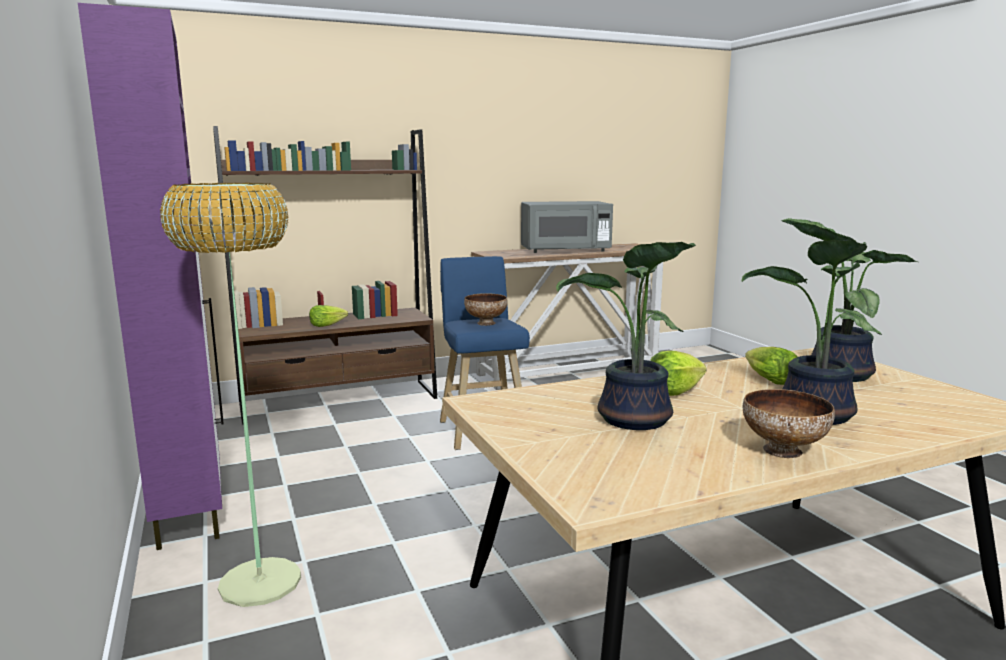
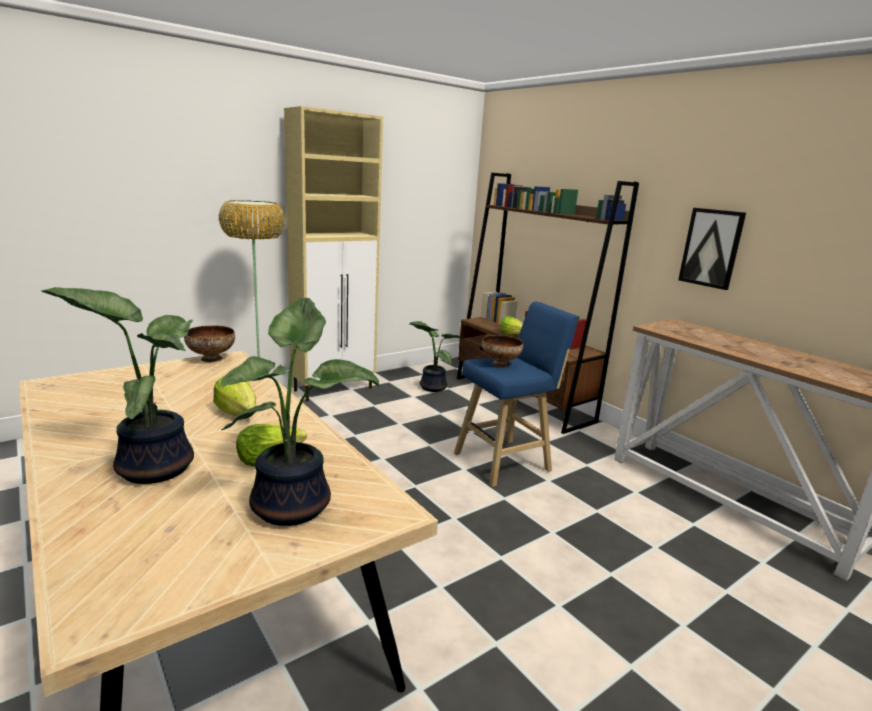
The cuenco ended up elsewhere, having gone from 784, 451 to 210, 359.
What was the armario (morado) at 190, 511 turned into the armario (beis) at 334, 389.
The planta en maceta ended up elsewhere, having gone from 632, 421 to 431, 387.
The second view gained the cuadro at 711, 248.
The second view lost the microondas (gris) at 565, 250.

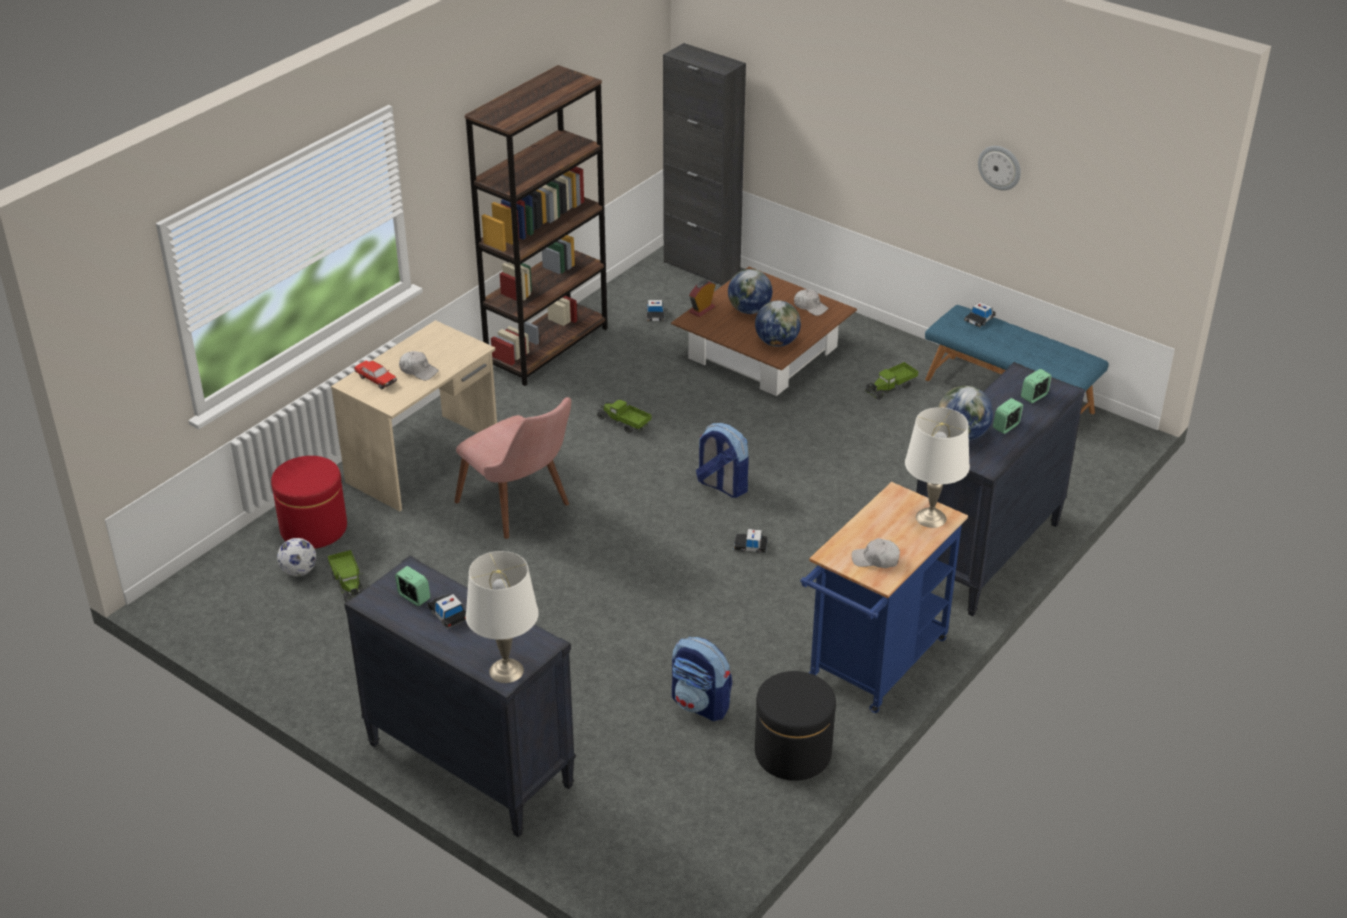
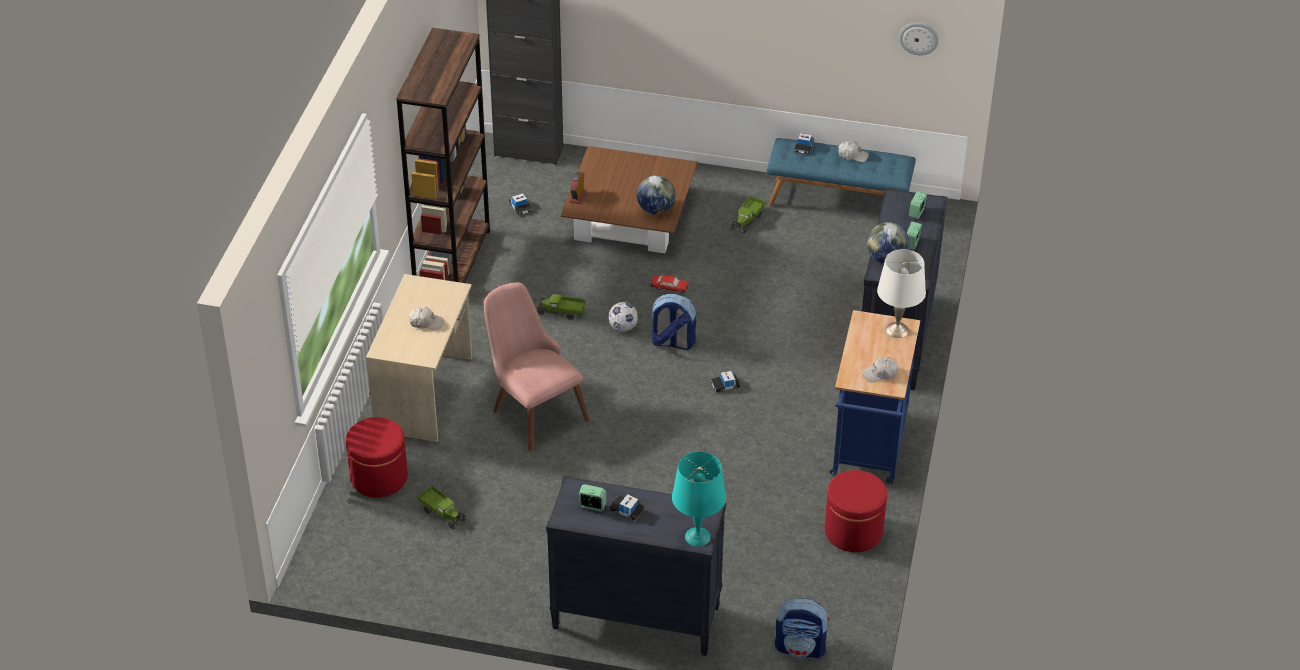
The silla (rosa) at 522, 509 ended up facing another way, 150 degrees counterclockwise from before.
The balón de fútbol ended up elsewhere, having gone from 299, 571 to 622, 327.
The coche de juguete ended up elsewhere, having gone from 376, 379 to 669, 288.
What was the lámpara de mesa (blanco) at 507, 670 turned into the lámpara de mesa (turquesa) at 698, 536.
The mochila ended up elsewhere, having gone from 701, 704 to 801, 647.
What was the puf (negro) at 793, 753 turned into the puf (rojo) at 853, 531.
The gorra (blanco) ended up elsewhere, having gone from 810, 307 to 852, 155.
The reloj de pared ended up elsewhere, having gone from 1000, 167 to 918, 38.
The second view lost the globo terráqueo at 749, 310.

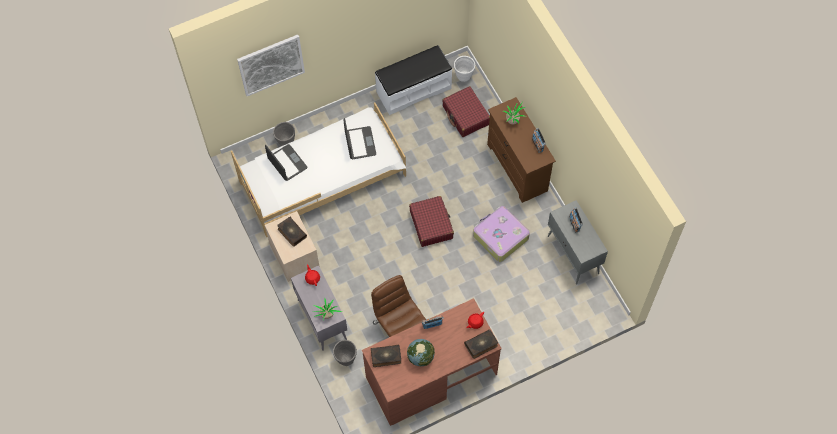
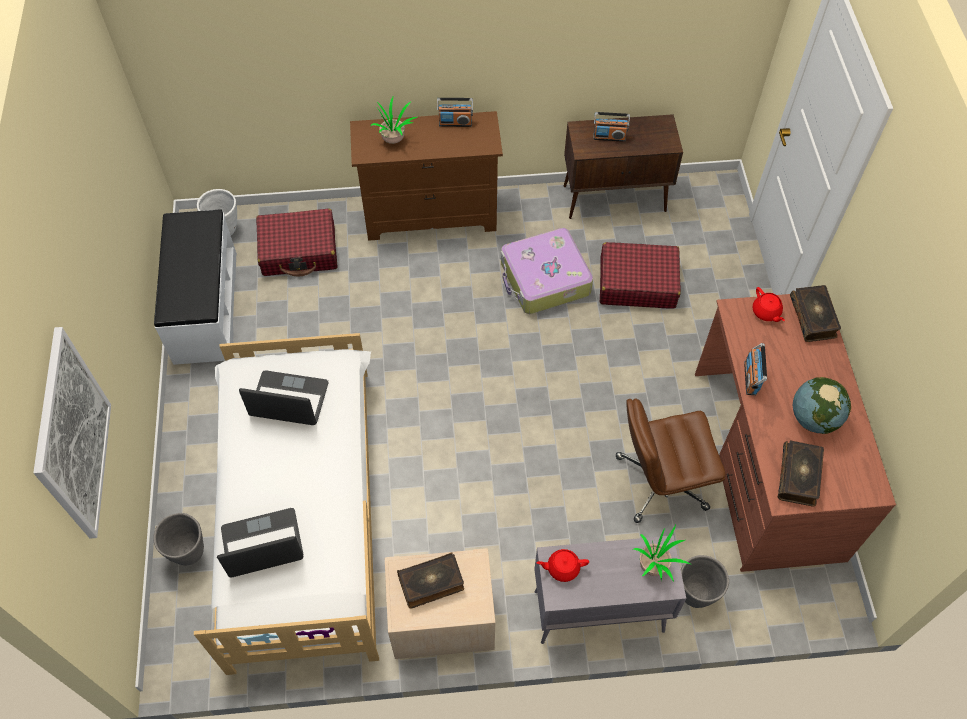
What was the armario (gris) at 573, 255 turned into the armario (marrón) at 615, 198.
The maleta (rojo) ended up elsewhere, having gone from 431, 224 to 637, 283.

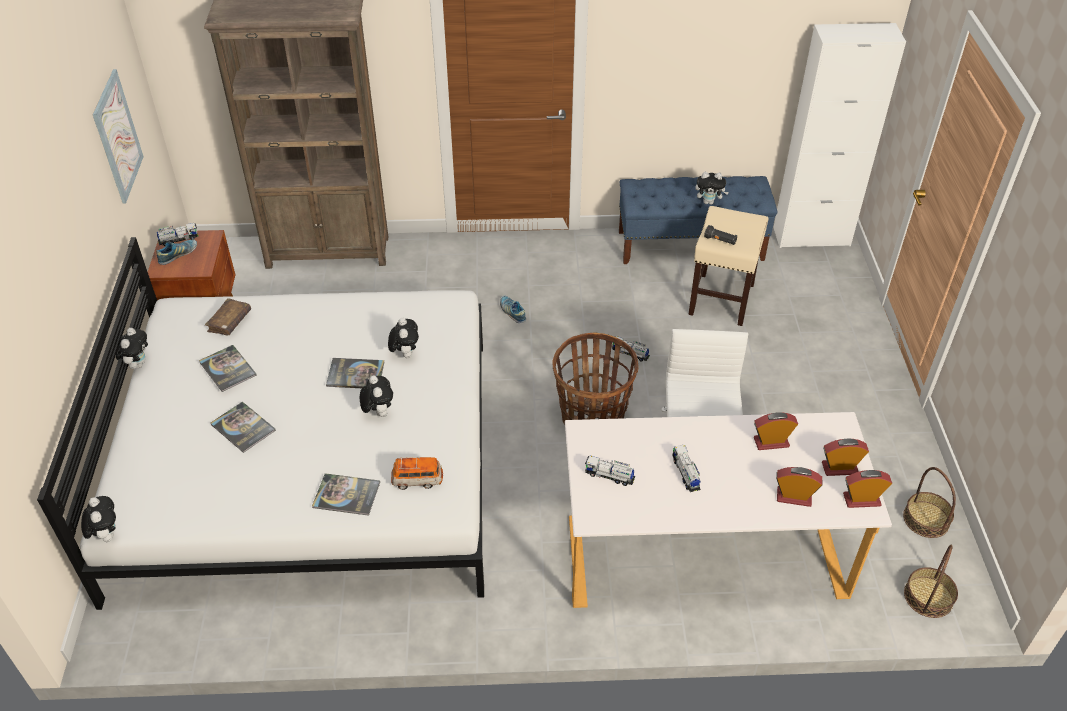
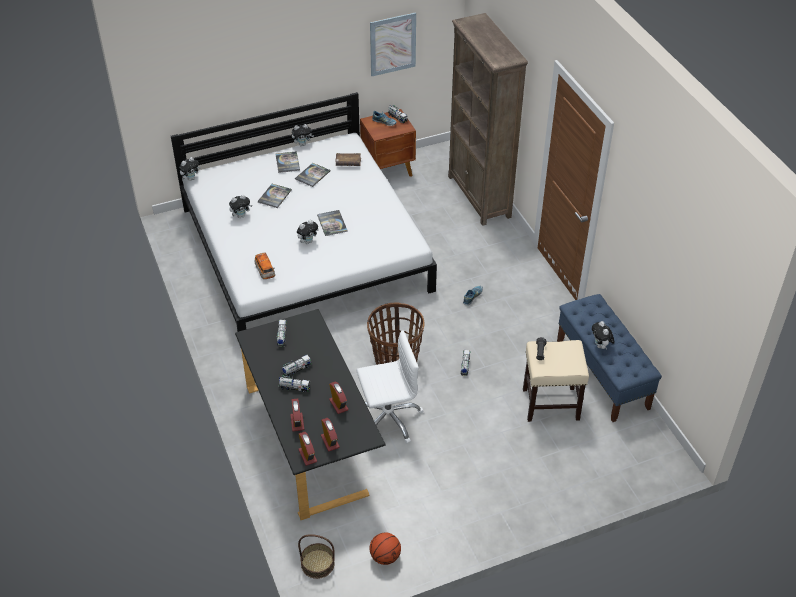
The peluche ended up elsewhere, having gone from 405, 354 to 241, 216.
What was the escritorio (blanco) at 704, 550 turned into the escritorio (negro) at 311, 439.
The libro ended up elsewhere, having gone from 346, 495 to 287, 162.
The second view gained the camión de juguete at 294, 387.
Where the cesta stood at 926, 519, the balón de baloncesto came to stand at 385, 556.
The second view lost the armario (blanco) at 811, 236.

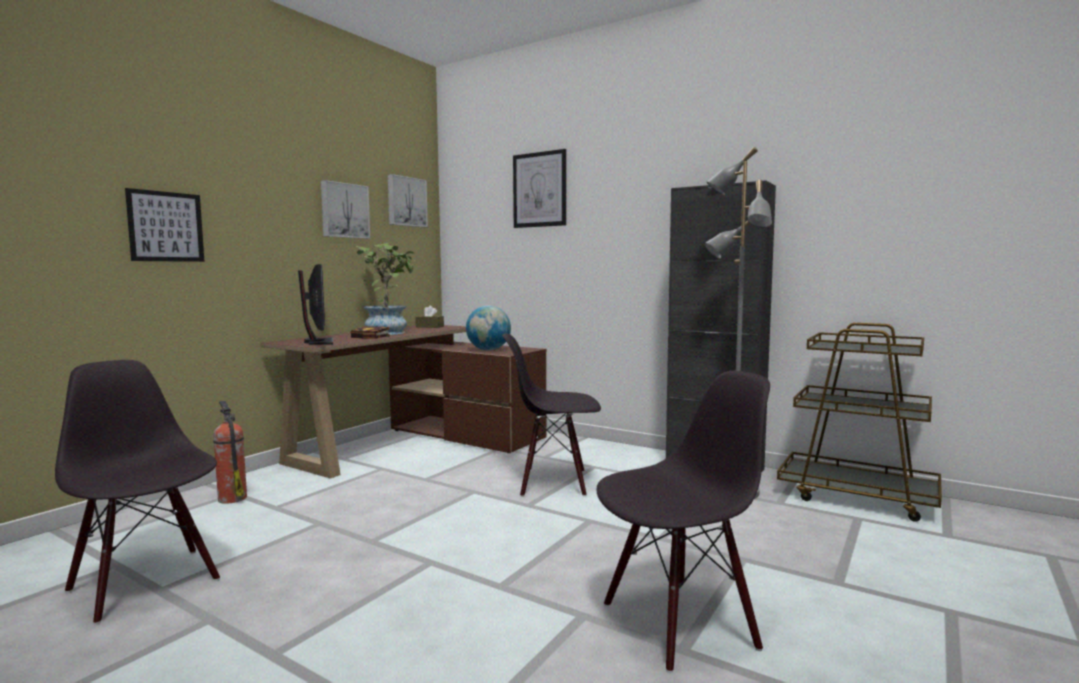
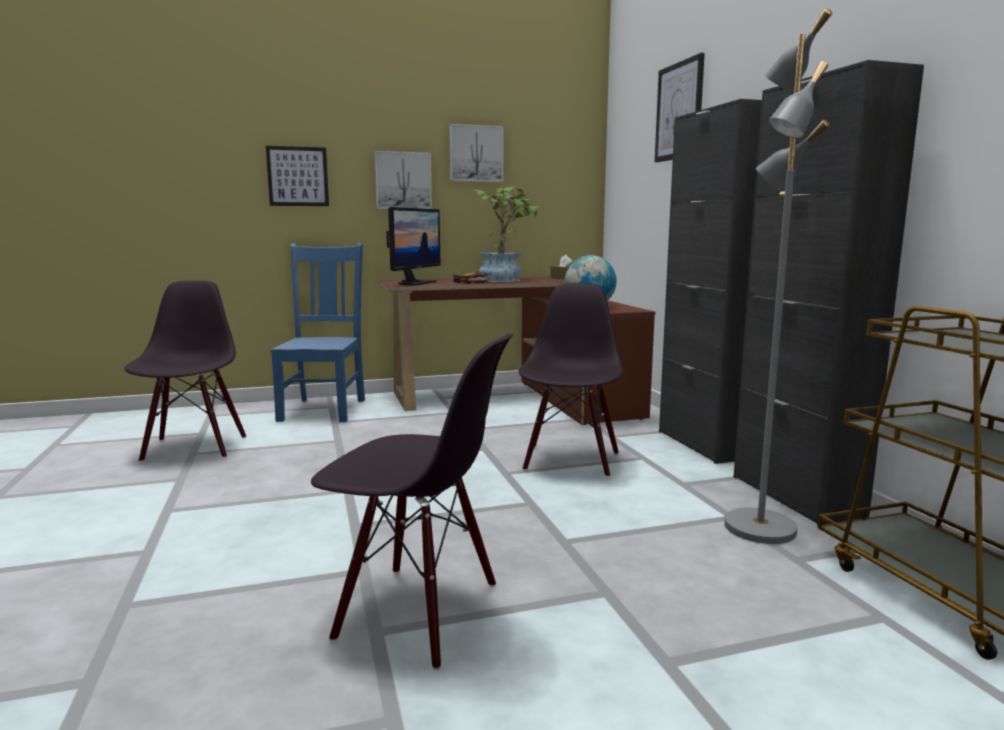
Where the extintor stood at 232, 498, the silla (azul) came to stand at 324, 409.
The cuadro ended up elsewhere, having gone from 406, 202 to 403, 181.
The silla (negro) at 553, 482 ended up facing another way, 60 degrees clockwise from before.
The second view gained the armario (negro) at 704, 444.

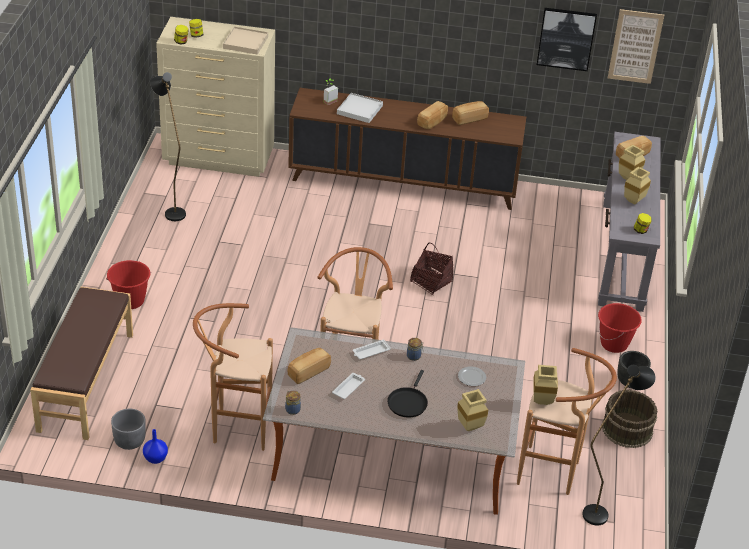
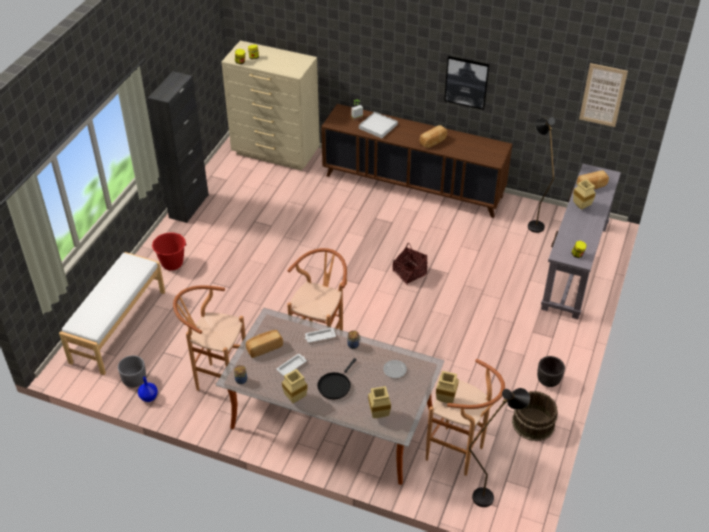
What was the banco (marrón) at 85, 381 turned into the banco (blanco) at 118, 326.
The second view gained the armario (negro) at 189, 206.
The florero (beis) ended up elsewhere, having gone from 633, 200 to 296, 397.
The cuadro ended up elsewhere, having gone from 566, 38 to 467, 82.
The lámpara de pie (negro) ended up elsewhere, having gone from 171, 210 to 533, 223.
The second view lost the bandeja (beis) at 245, 42.
The second view lost the pan at 469, 118.
The second view lost the cubo (rojo) at 614, 344.

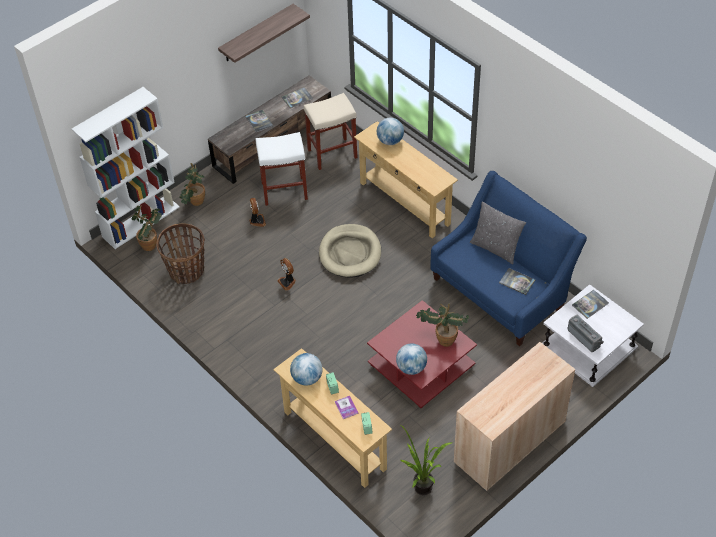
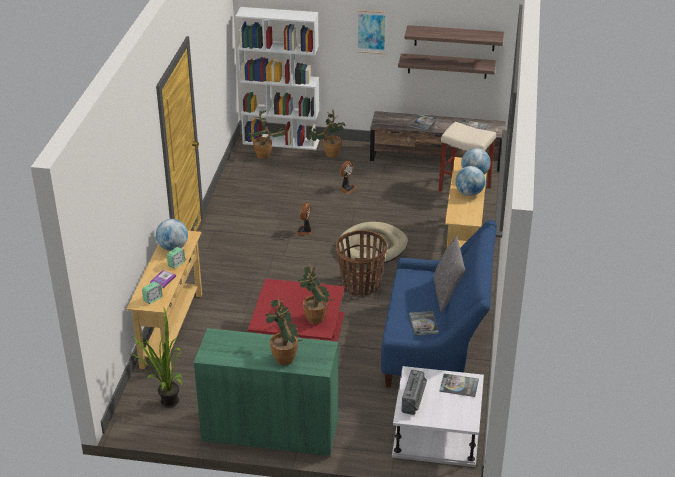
What was the armario (beis) at 509, 442 turned into the armario (verde) at 270, 431.
The second view gained the planta en maceta at 285, 355.
The cesta ended up elsewhere, having gone from 186, 271 to 361, 285.
The second view gained the cuadro at 371, 32.
The second view gained the estante at 447, 66.
The globo terráqueo ended up elsewhere, having gone from 411, 368 to 469, 193.
The second view lost the taburete (blanco) at 285, 190.

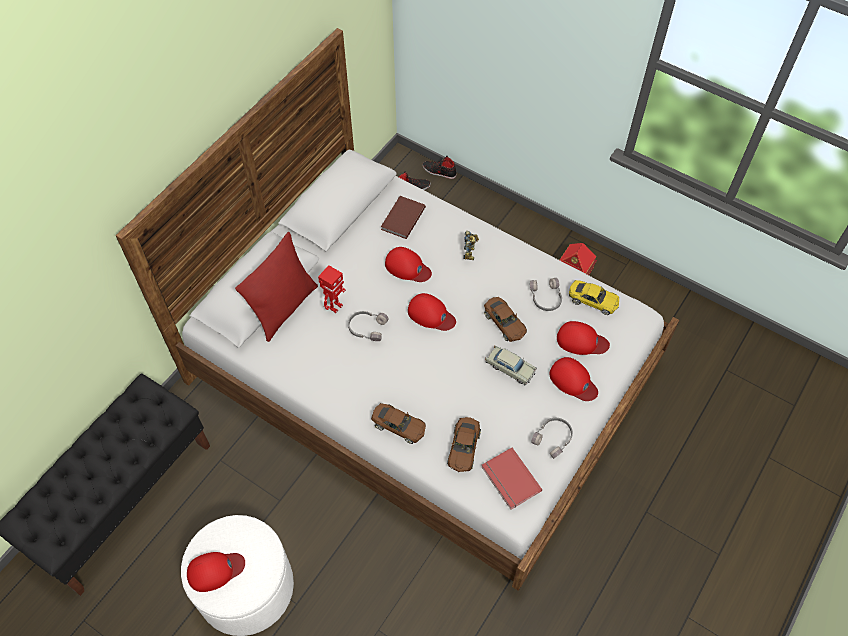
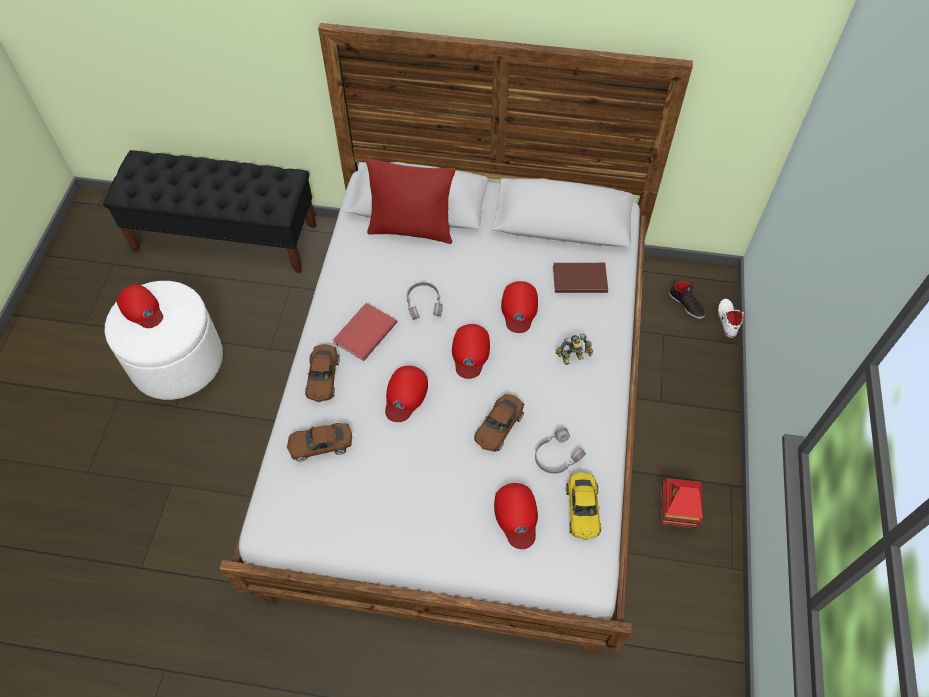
The libro (rojo) ended up elsewhere, having gone from 509, 480 to 363, 332.
The gorra (rojo) ended up elsewhere, having gone from 573, 381 to 405, 395.
What was the zapato (negro) at 439, 171 turned into the zapato (blanco) at 726, 319.
The second view lost the robot de juguete at 335, 306.
The second view lost the coche de juguete (beis) at 510, 368.
The second view lost the auriculares (gris) at 553, 438.

